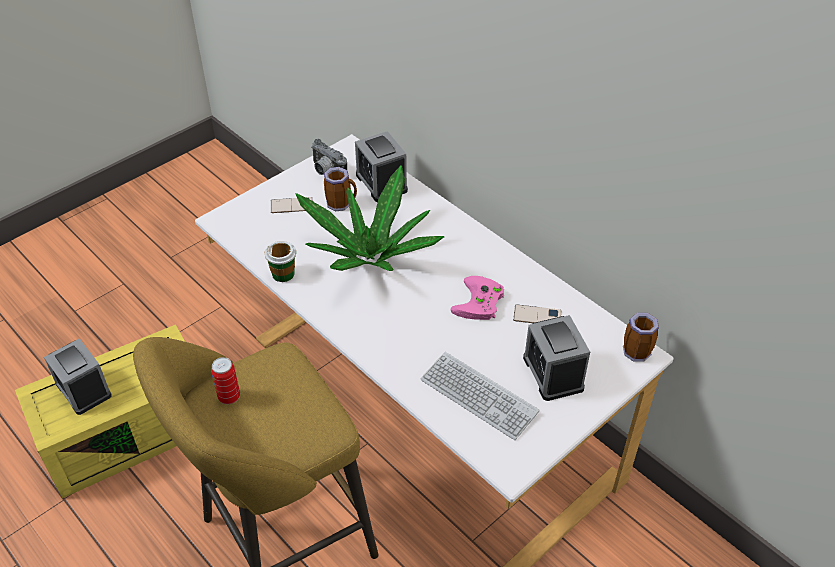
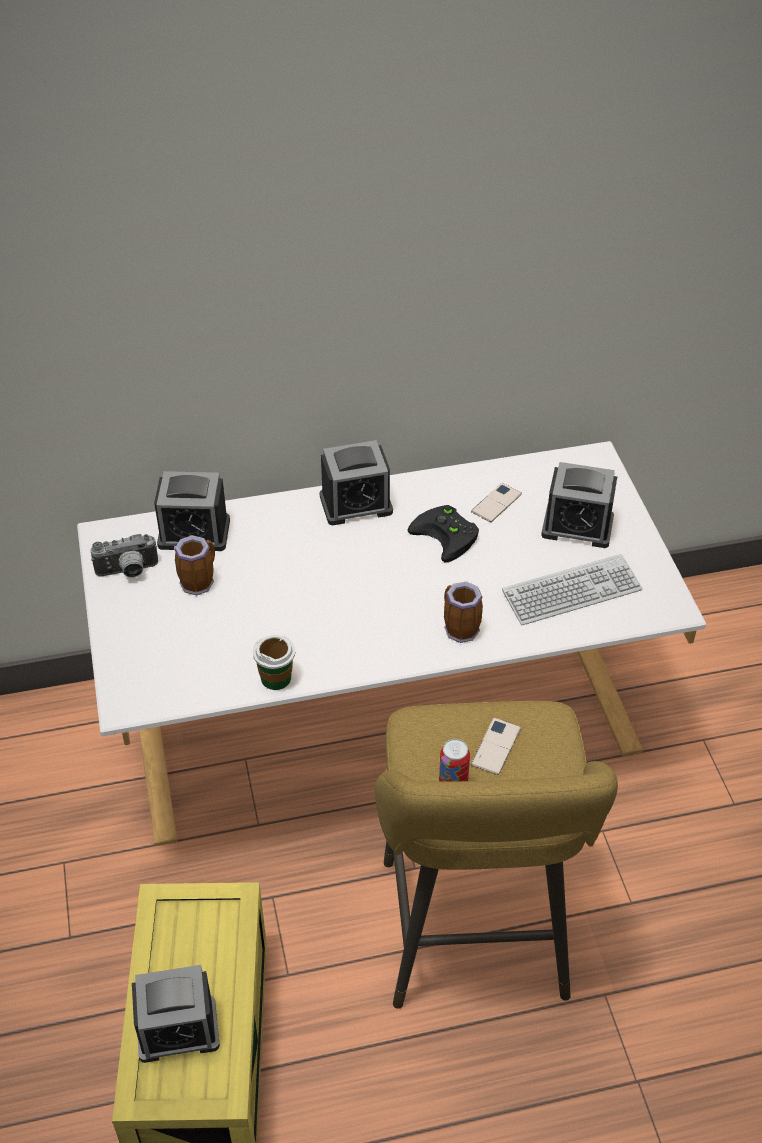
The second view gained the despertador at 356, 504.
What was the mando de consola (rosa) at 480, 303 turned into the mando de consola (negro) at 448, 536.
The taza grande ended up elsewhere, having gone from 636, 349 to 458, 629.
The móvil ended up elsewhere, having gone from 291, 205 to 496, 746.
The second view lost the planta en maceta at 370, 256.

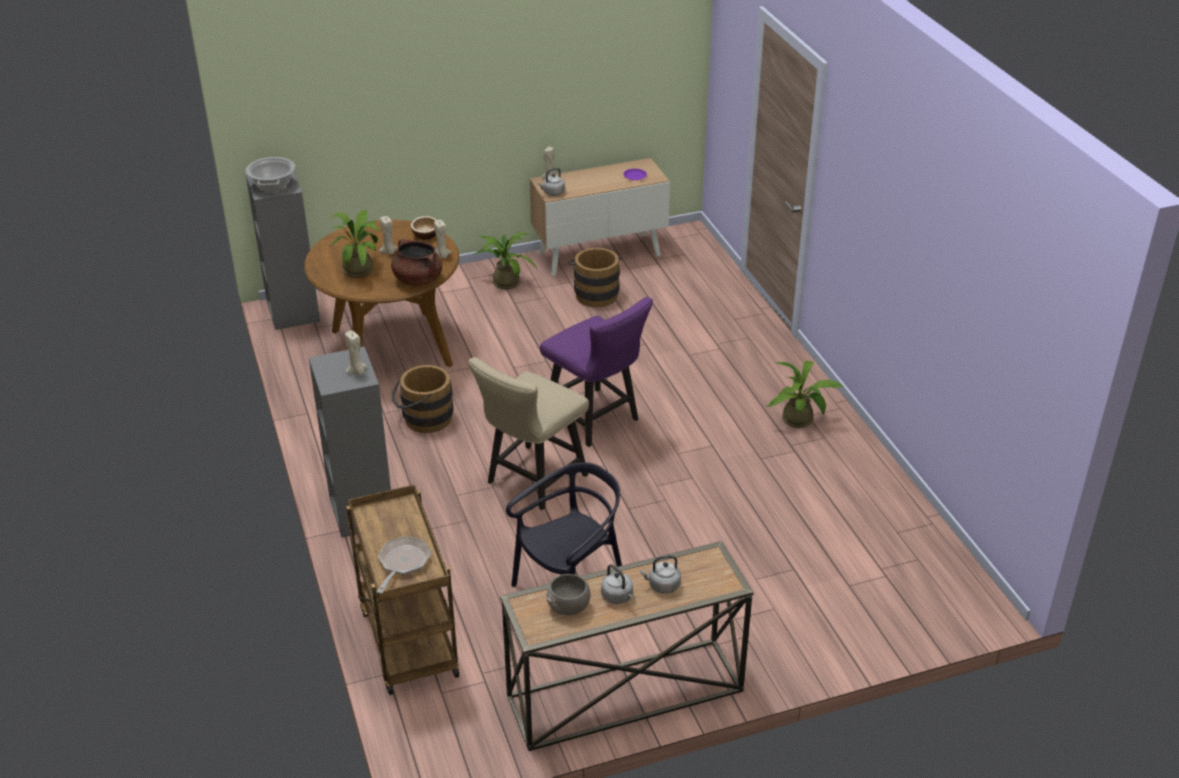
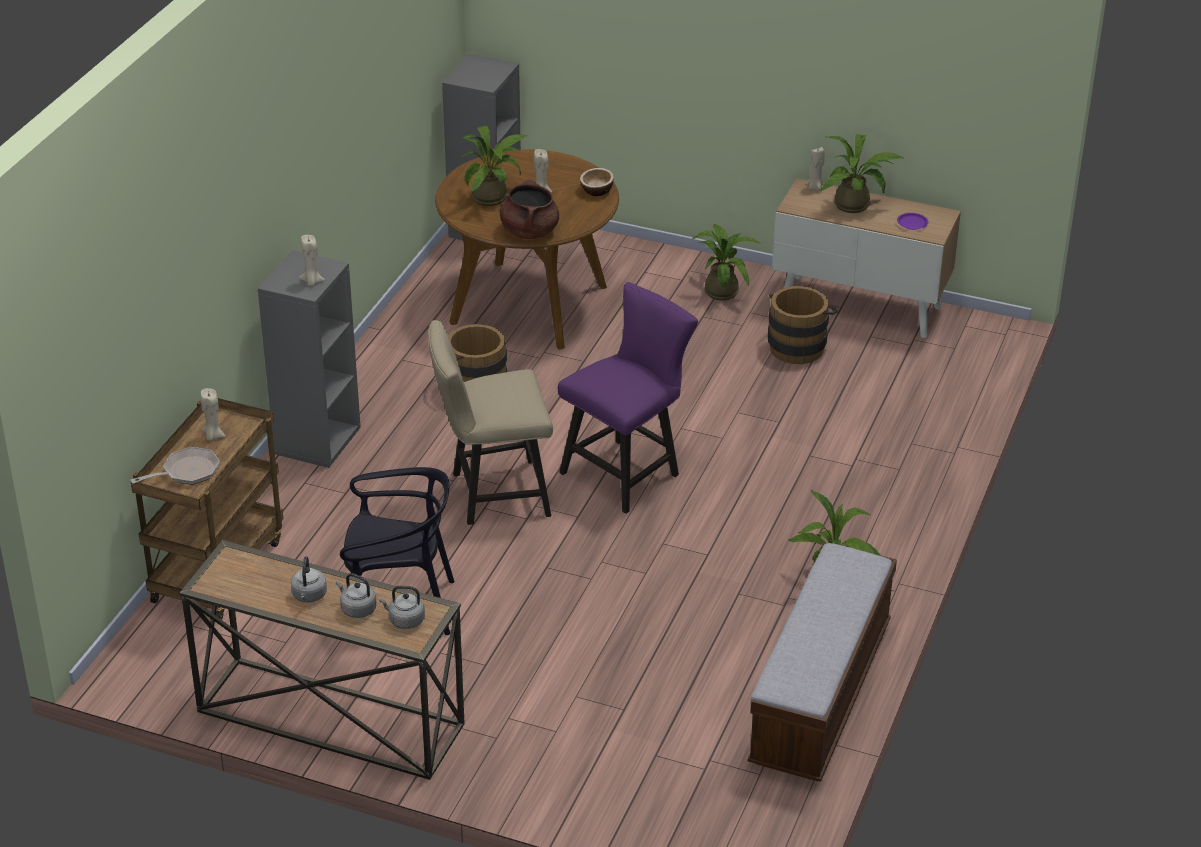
The vela (beis) ended up elsewhere, having gone from 442, 256 to 213, 436.
The hervidor (gris) ended up elsewhere, having gone from 552, 193 to 404, 620.
The silla (morado) at 596, 421 ended up facing another way, 135 degrees counterclockwise from before.
The second view gained the banco at 820, 695.
The second view gained the planta en maceta at 856, 206.
The second view lost the olla at 272, 185.
The second view lost the cuenco (gris) at 568, 607.

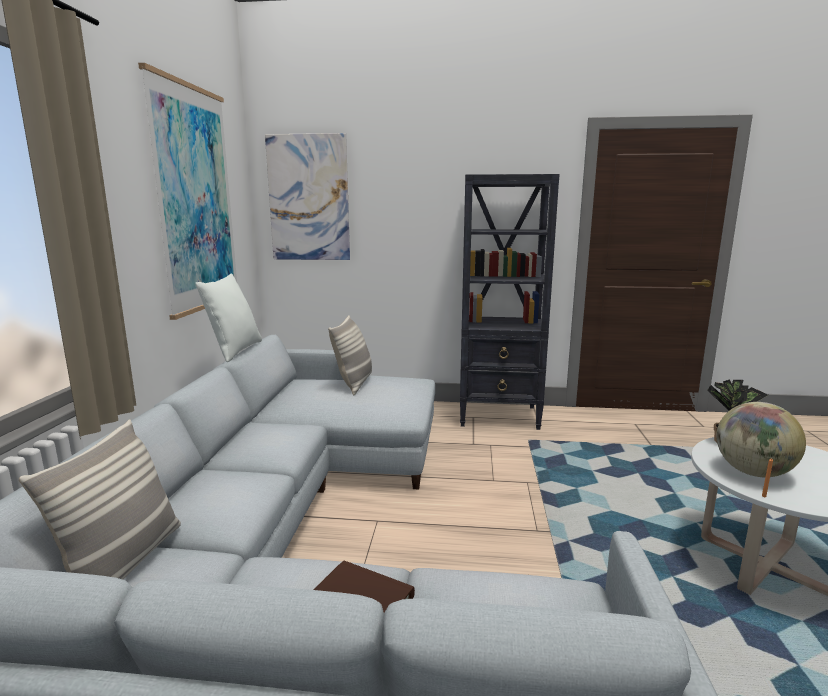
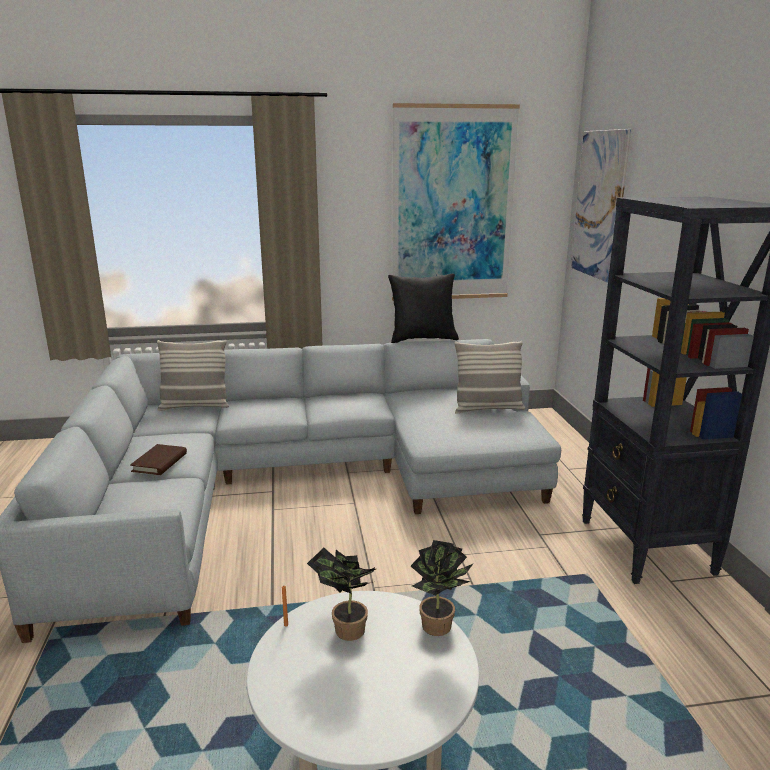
Where the globo terráqueo stood at 752, 472, the planta en maceta came to stand at 345, 630.
What was the cojín (blanco) at 234, 351 turned into the cojín (negro) at 422, 339.

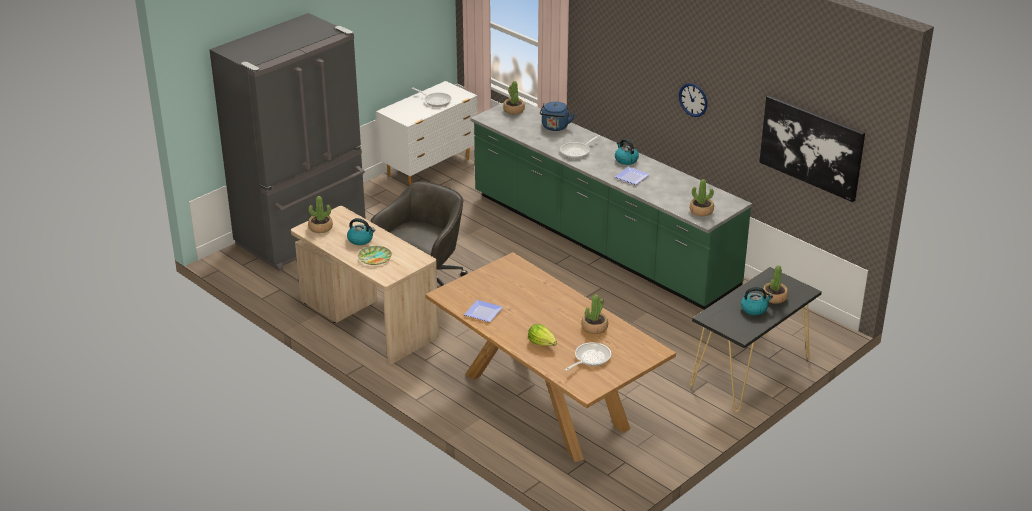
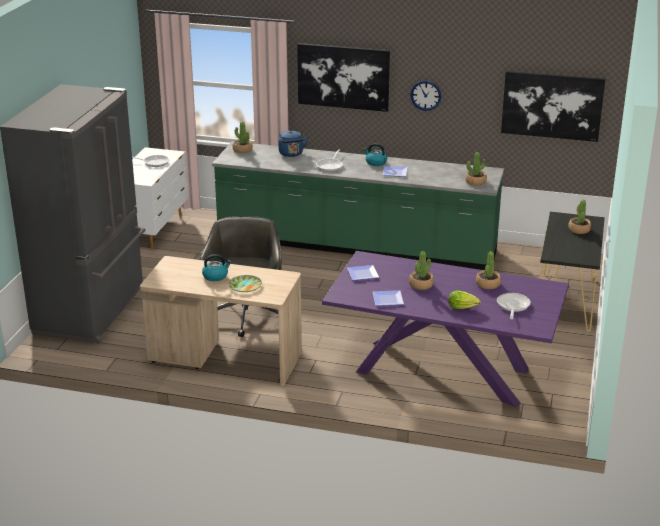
The second view gained the cuadro at 343, 76.
What was the mesa de comedor (marrón) at 545, 401 turned into the mesa de comedor (morado) at 442, 371.
The second view gained the plato at 363, 273.
The planta en maceta ended up elsewhere, having gone from 320, 228 to 421, 285.
The second view lost the hervidor at 754, 309.

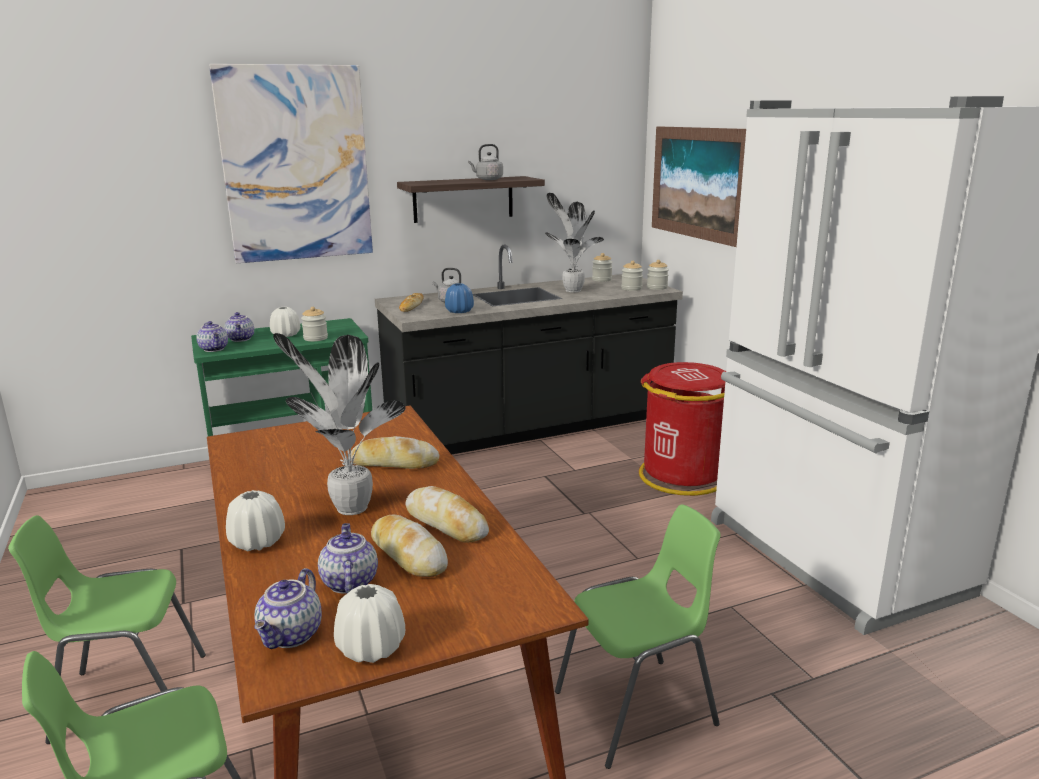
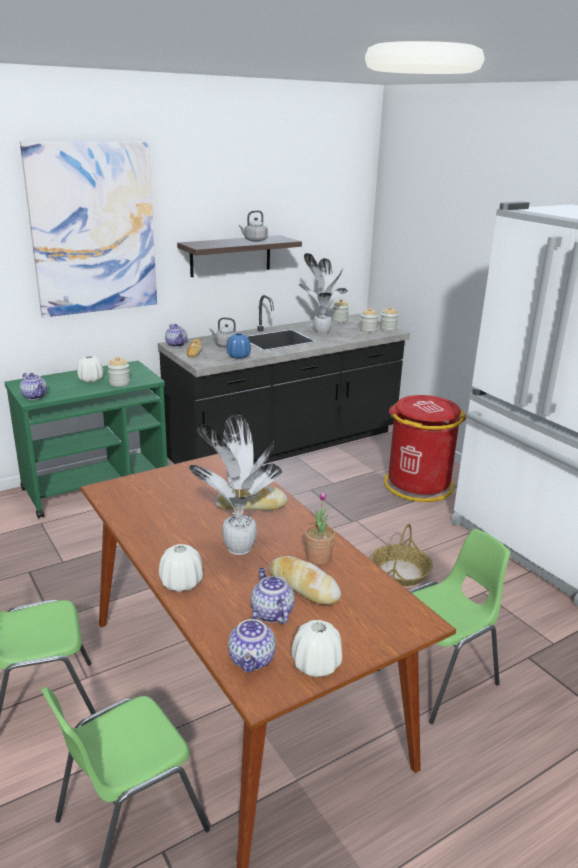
The tetera ended up elsewhere, having gone from 241, 339 to 177, 345.
Where the pan stood at 446, 523, the planta en maceta came to stand at 318, 557.
The second view gained the cesta at 400, 572.
The second view lost the cuadro at 698, 183.

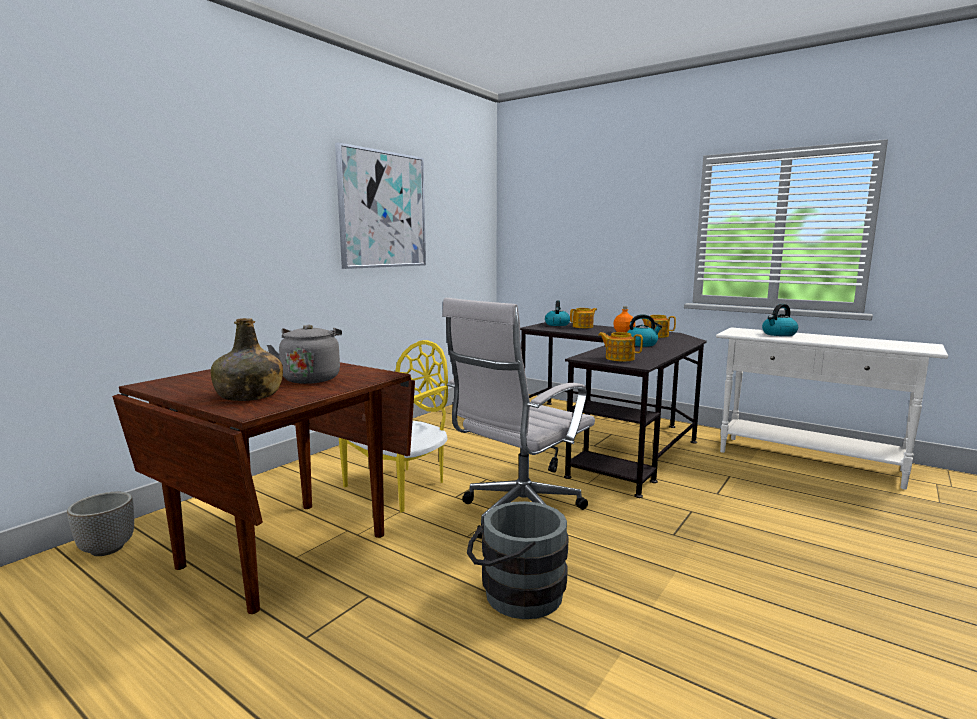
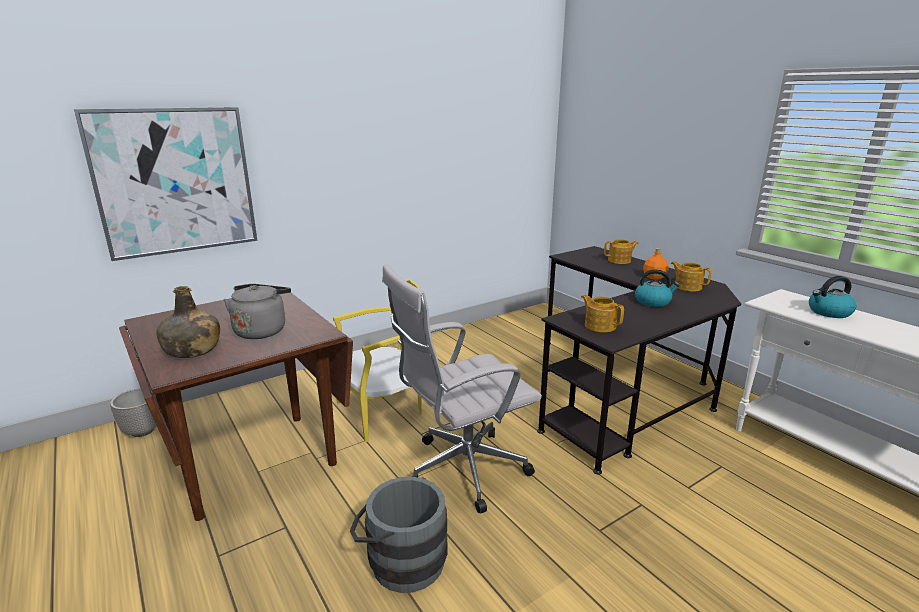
The cuadro ended up elsewhere, having gone from 383, 210 to 175, 181.
The second view lost the hervidor at 557, 324.

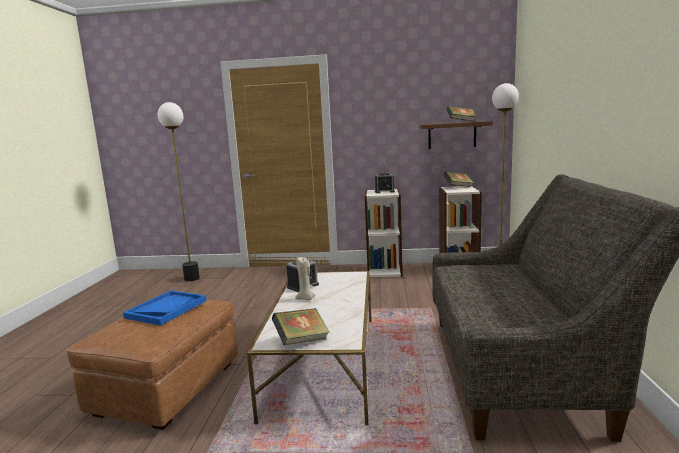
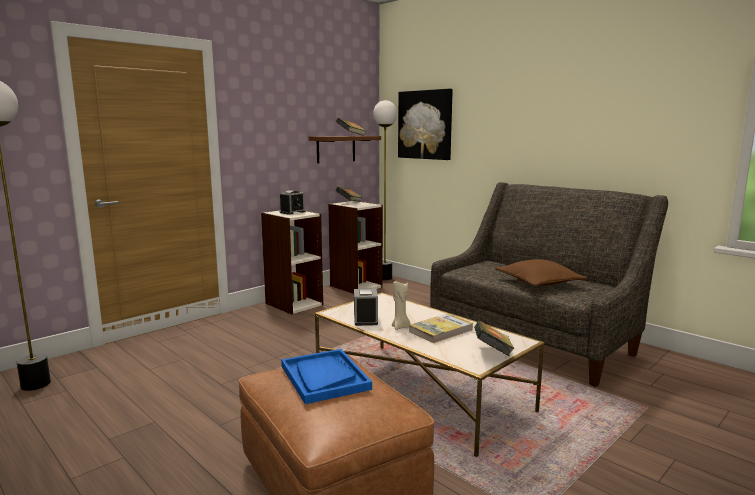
The second view gained the cuadro at 425, 125.
The second view gained the libro at 441, 331.
The second view gained the cojín (marrón) at 538, 282.

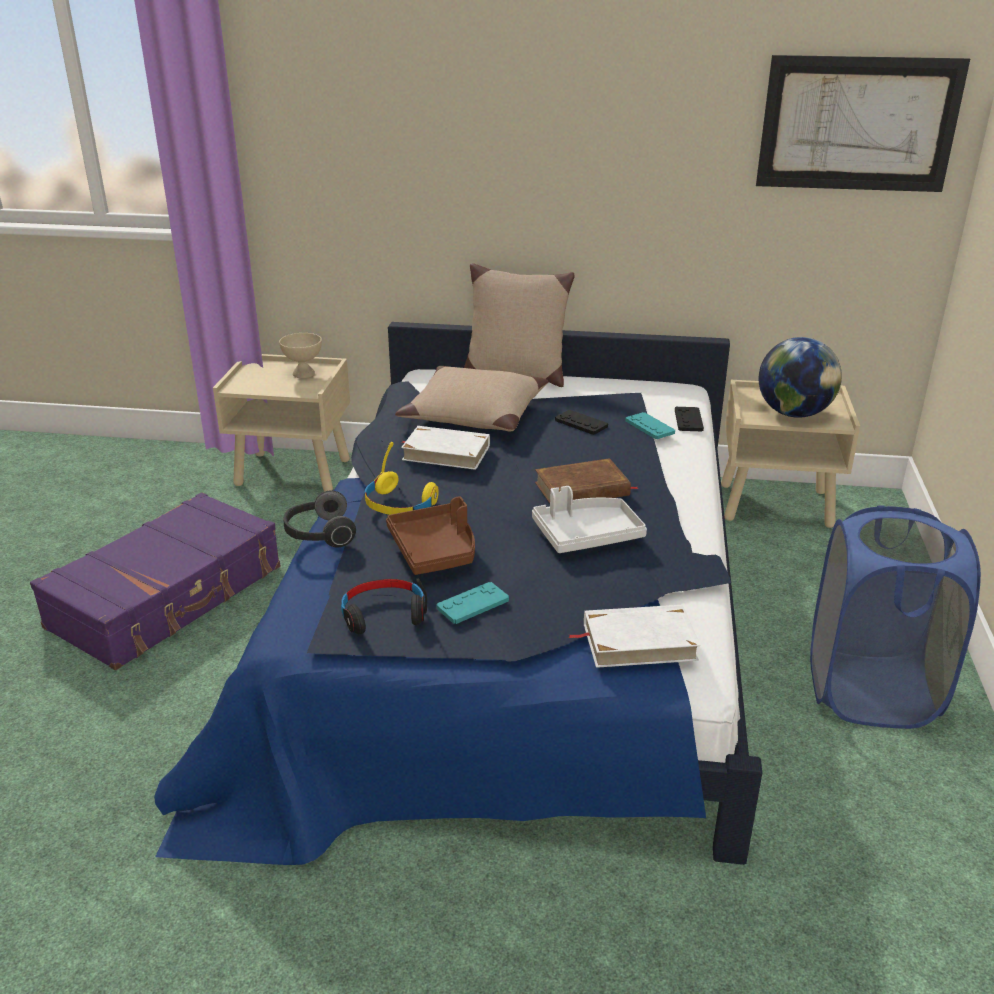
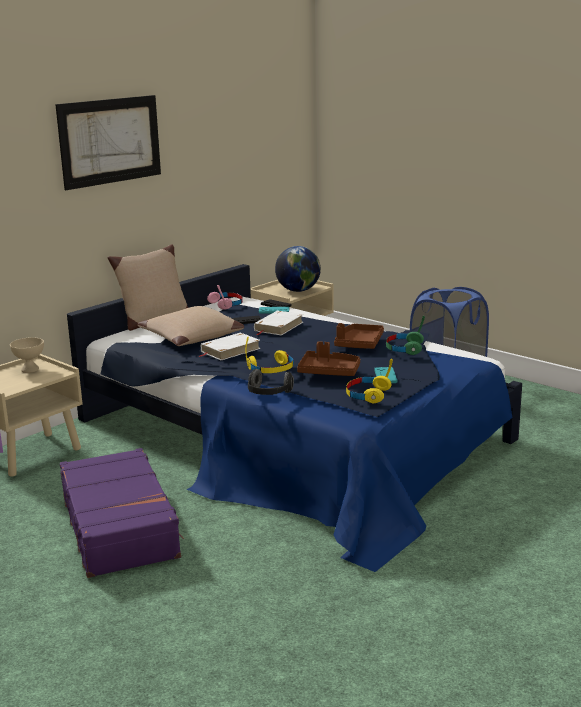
The cuadro ended up elsewhere, having gone from 858, 124 to 110, 141.
The second view gained the auriculares (rosa) at 226, 304.
The libro (blanco) ended up elsewhere, having gone from 638, 641 to 278, 326.
What was the bandeja (blanco) at 586, 535 turned into the bandeja (marrón) at 359, 344.
What was the auriculares (negro) at 384, 614 turned into the auriculares (amarillo) at 367, 395.
The second view gained the auriculares (verde) at 404, 349.
The second view lost the libro (marrón) at 582, 489.

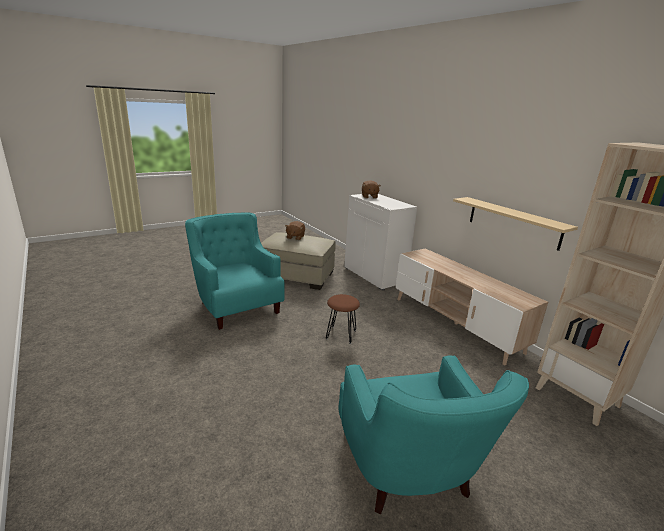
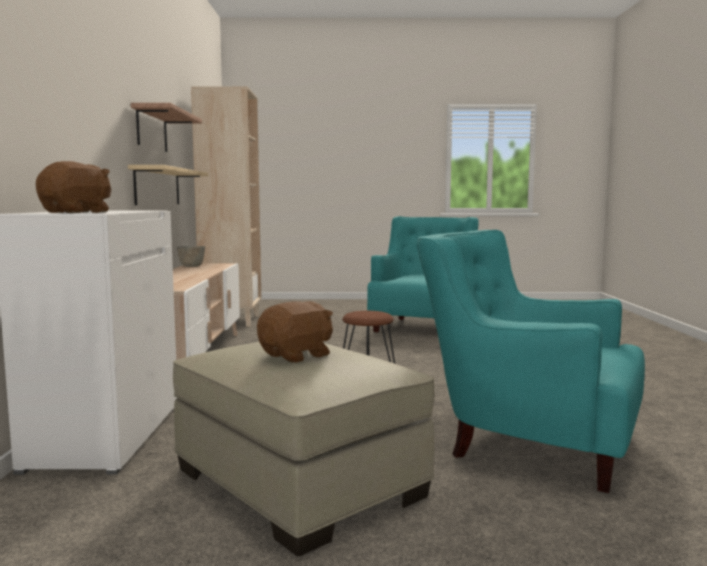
The second view gained the estante at 152, 130.
The second view gained the cuenco (gris) at 191, 266.
The sillón (turquesa) at 236, 305 ended up facing another way, 120 degrees clockwise from before.

